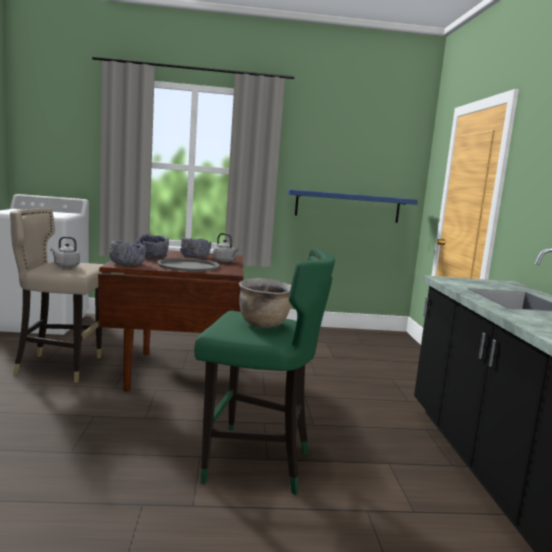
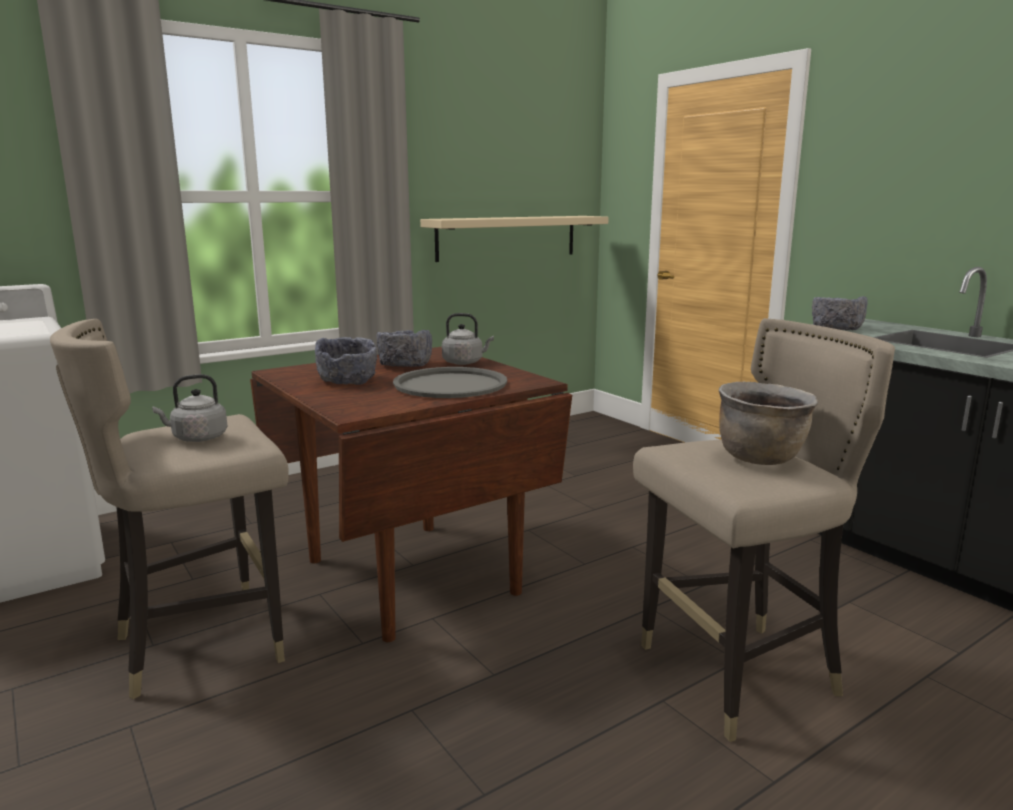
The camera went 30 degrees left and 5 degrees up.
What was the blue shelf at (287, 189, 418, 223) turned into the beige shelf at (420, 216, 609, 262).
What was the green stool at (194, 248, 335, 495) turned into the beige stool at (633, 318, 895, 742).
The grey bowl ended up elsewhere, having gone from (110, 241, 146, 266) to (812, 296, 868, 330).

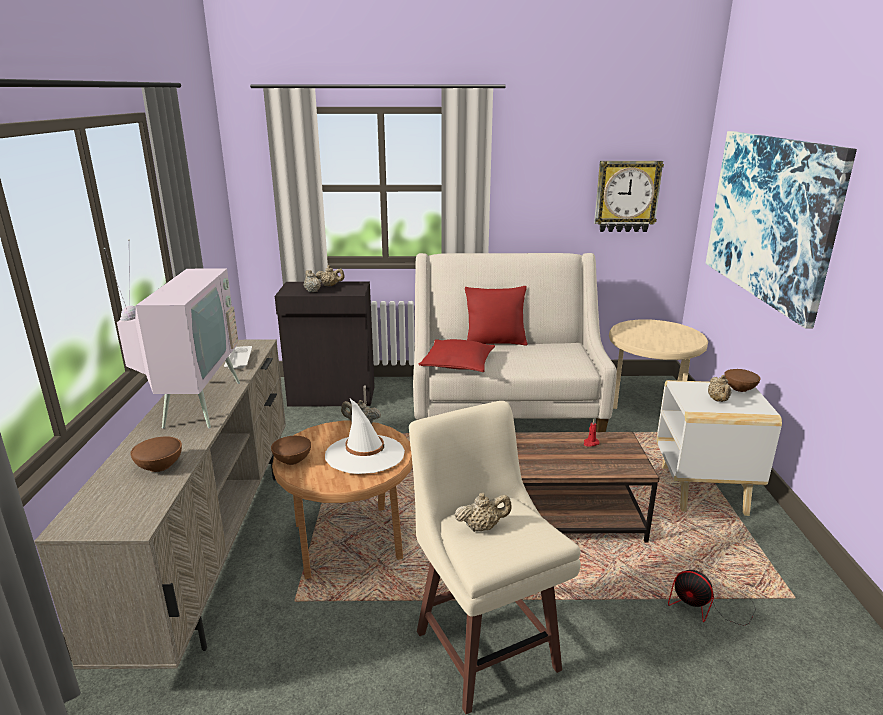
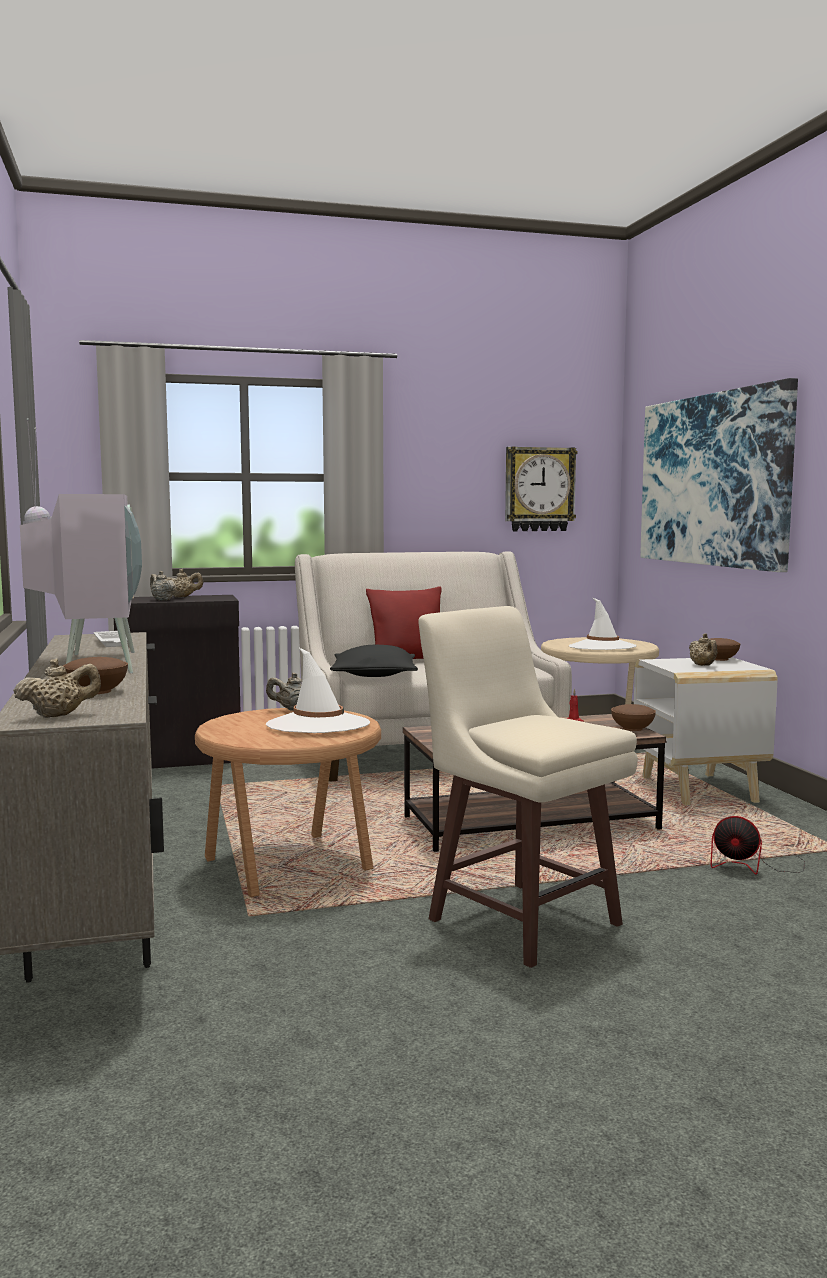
The camera went 15 degrees left and 15 degrees down.
The beige teapot ended up elsewhere, having gone from (455, 492, 511, 532) to (13, 658, 101, 718).
What was the red pillow at (419, 339, 495, 372) turned into the black pillow at (330, 645, 418, 677).
The second view gained the white hat at (569, 598, 637, 650).
The brown bowl ended up elsewhere, having gone from (271, 436, 311, 465) to (611, 704, 656, 731).

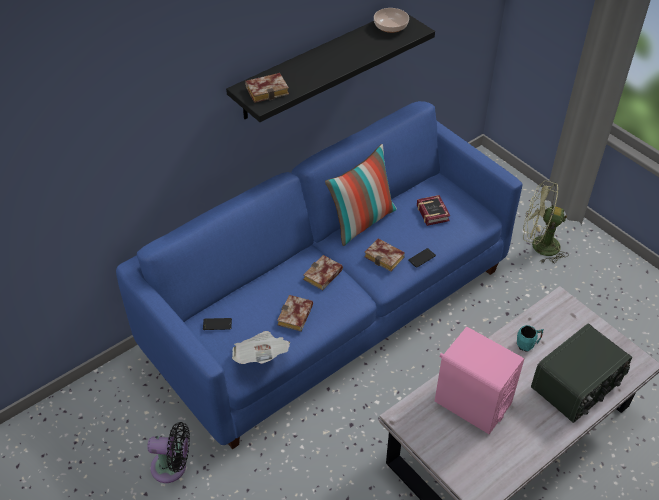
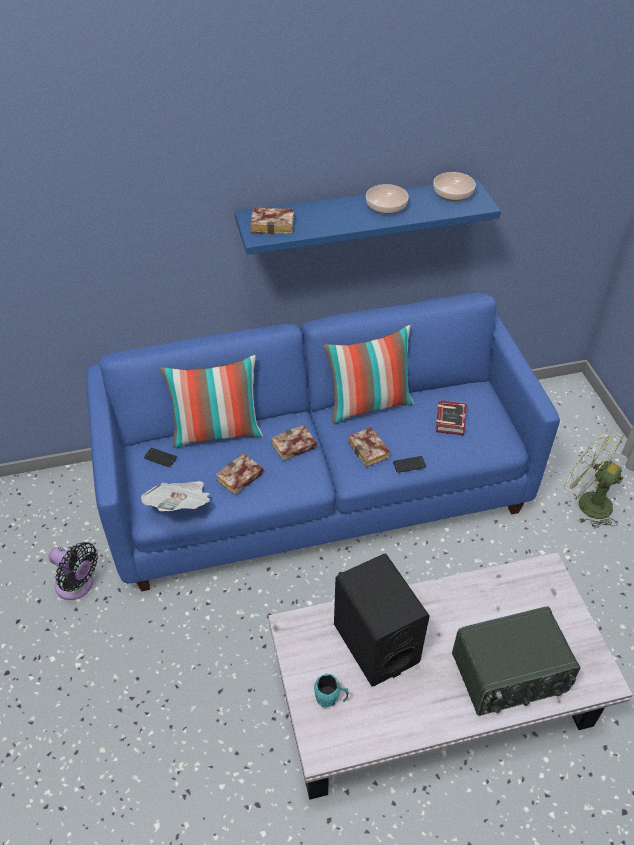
The camera went 25 degrees right and 0 degrees up.
The second view gained the pillow at (160, 355, 263, 448).
What was the black shelf at (226, 14, 435, 122) turned into the blue shelf at (235, 179, 501, 255).
The turquoise mug ended up elsewhere, having gone from (517, 325, 544, 352) to (314, 674, 349, 708).
What was the pink speaker at (435, 327, 525, 434) turned into the black speaker at (334, 554, 430, 687).
The second view gained the bowl at (366, 184, 409, 214).

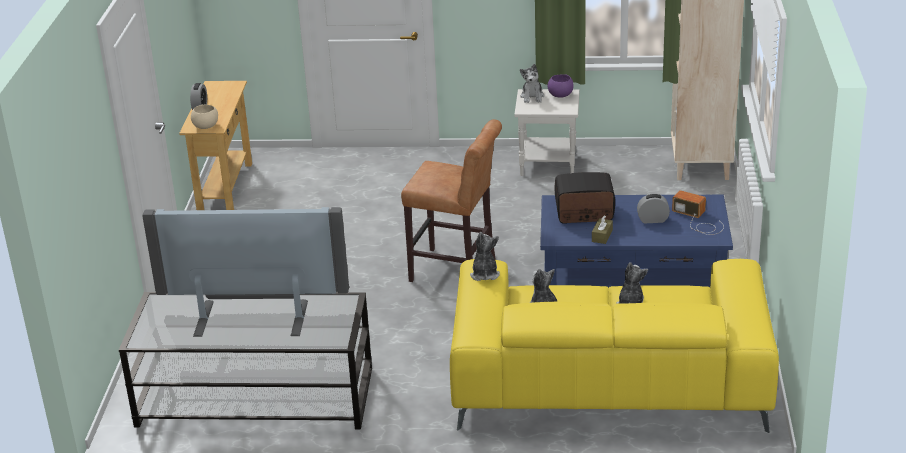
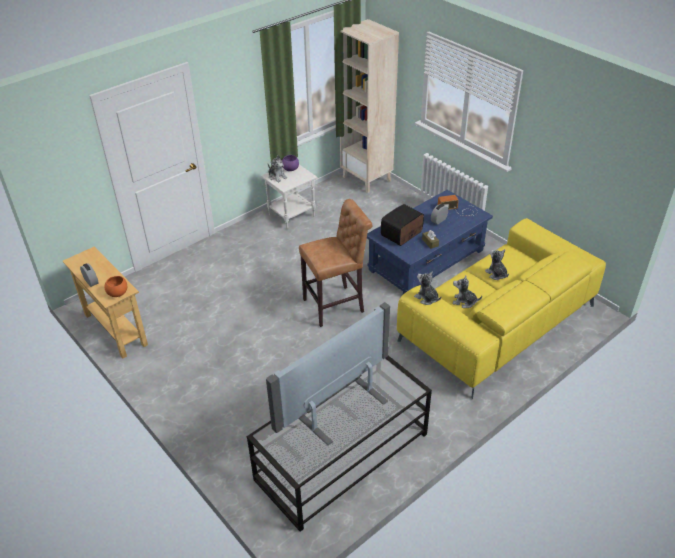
The camera went 45 degrees left and 10 degrees up.
What was the beige bowl at (191, 104, 218, 129) turned into the orange bowl at (105, 276, 127, 297).

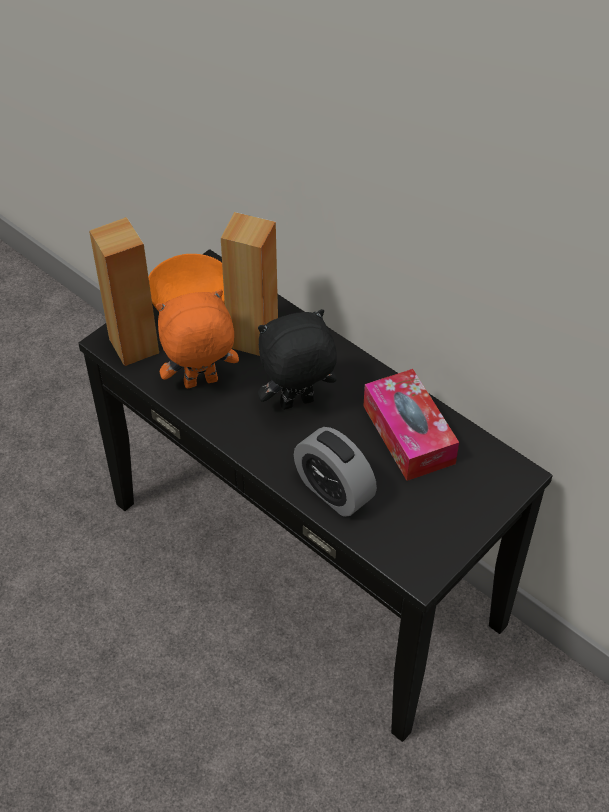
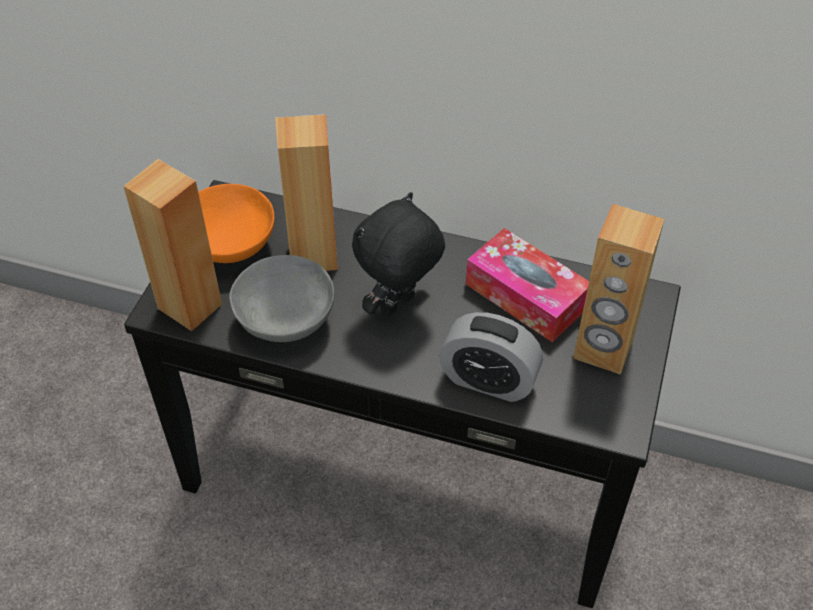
The camera went 25 degrees left and 0 degrees up.
Where the orange plush toy stood at (156, 290, 239, 388), the grey bowl came to stand at (229, 255, 334, 342).
The second view gained the brown speaker at (573, 204, 664, 375).

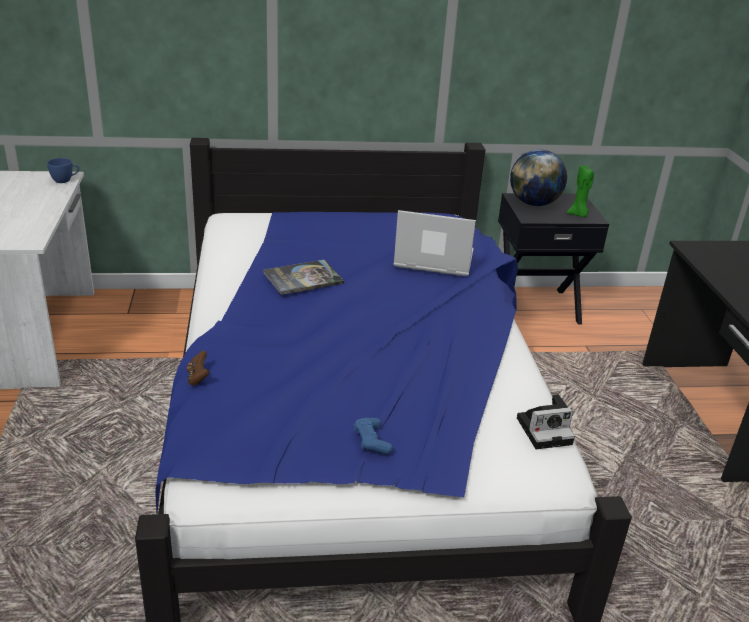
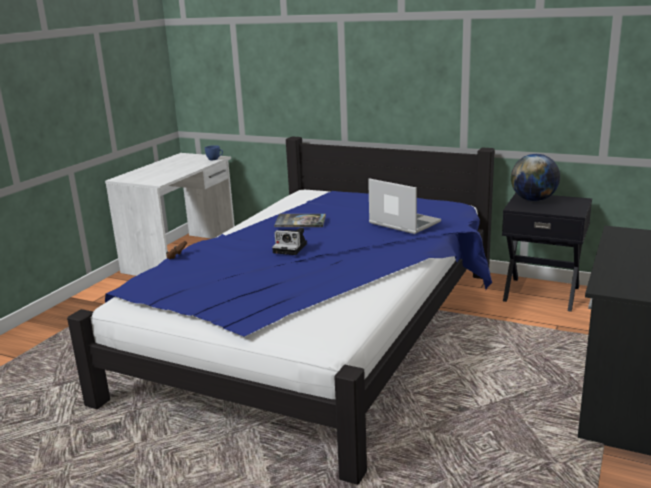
The camera went 35 degrees right and 10 degrees down.
The photo camera ended up elsewhere, having gone from (517, 394, 575, 449) to (272, 228, 307, 255).
The second view lost the blue game controller at (354, 418, 393, 454).
The second view lost the green candle at (567, 166, 594, 217).

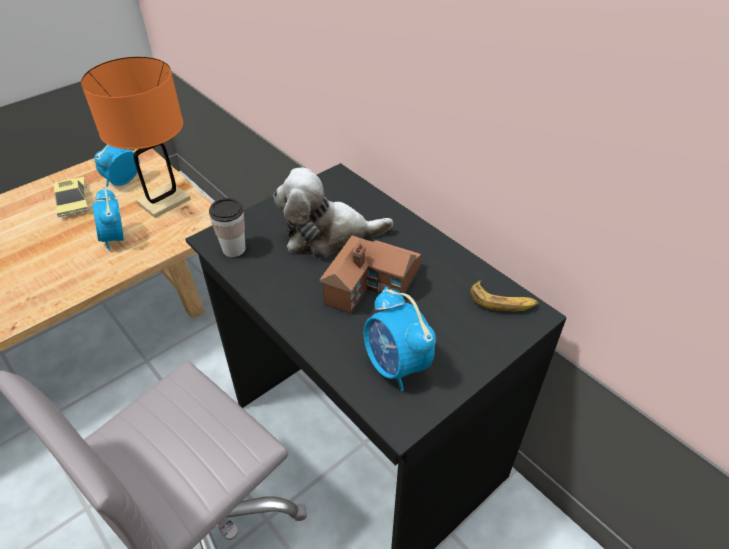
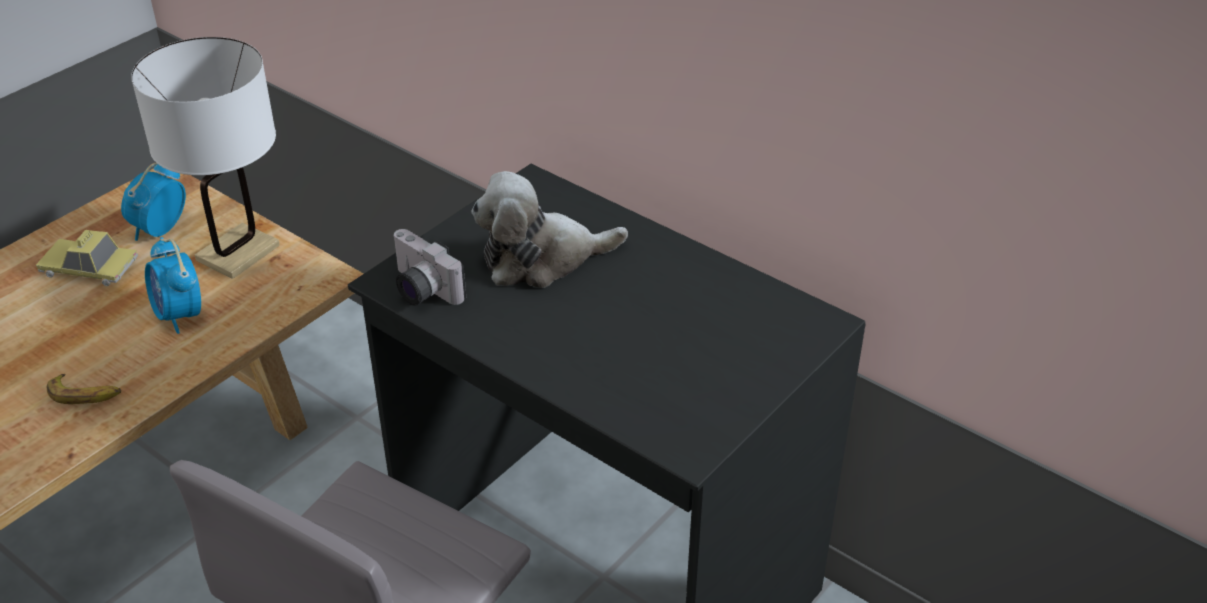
The camera went 10 degrees left and 5 degrees down.
The toy car at (54, 177, 90, 217) ended up facing another way, 45 degrees counterclockwise from before.
The banana ended up elsewhere, having gone from (470, 280, 538, 312) to (47, 374, 121, 404).
What was the orange table lamp at (81, 57, 191, 218) turned into the white table lamp at (131, 37, 280, 279).
Where the cup stood at (209, 198, 246, 257), the photo camera came to stand at (393, 229, 466, 306).
The second view lost the toy house at (319, 235, 421, 314).
The second view lost the alarm clock at (364, 287, 436, 391).

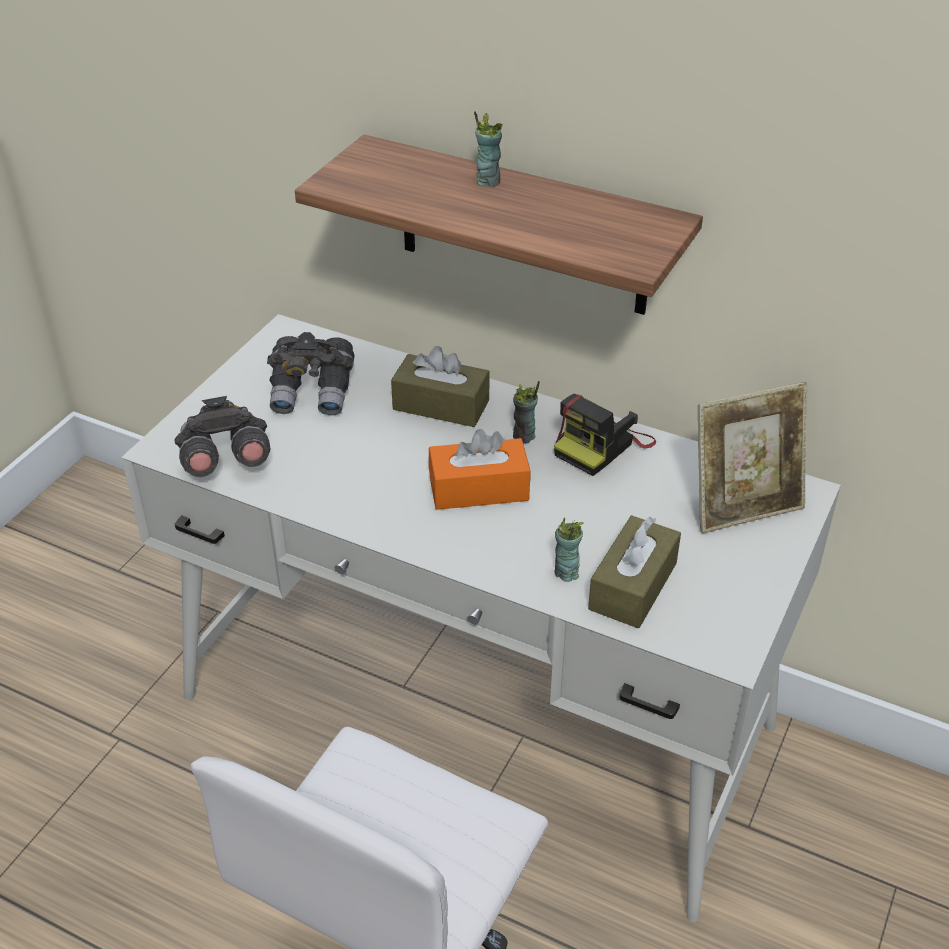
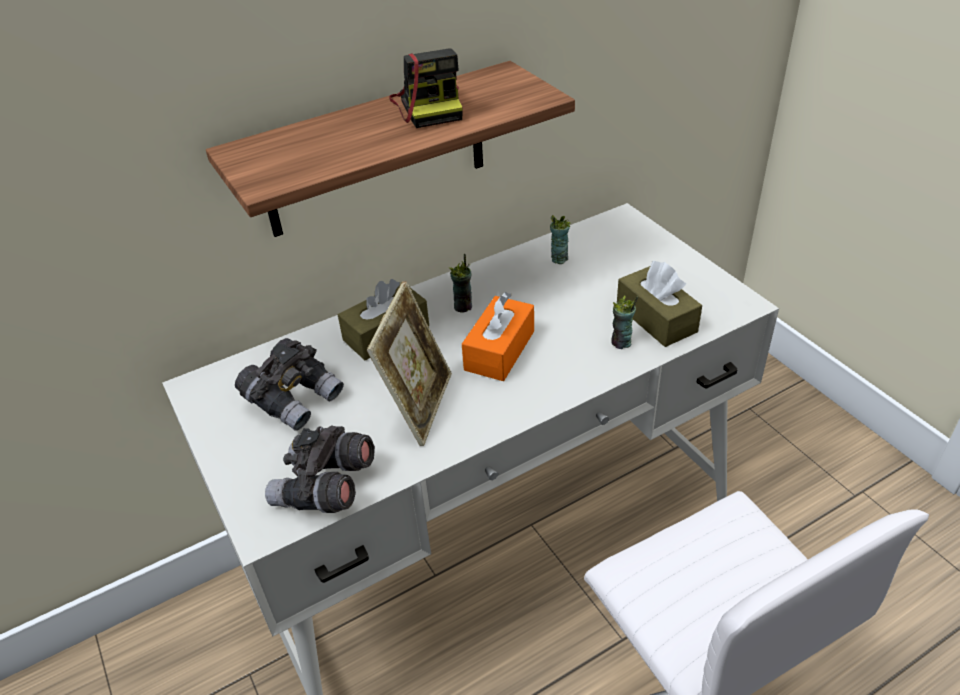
The camera went 55 degrees left and 0 degrees up.
The picture frame ended up elsewhere, having gone from (698, 382, 808, 534) to (366, 281, 452, 446).
The photo camera ended up elsewhere, having gone from (554, 394, 656, 476) to (389, 48, 462, 128).
The cup ended up elsewhere, having gone from (474, 111, 503, 187) to (550, 215, 571, 264).

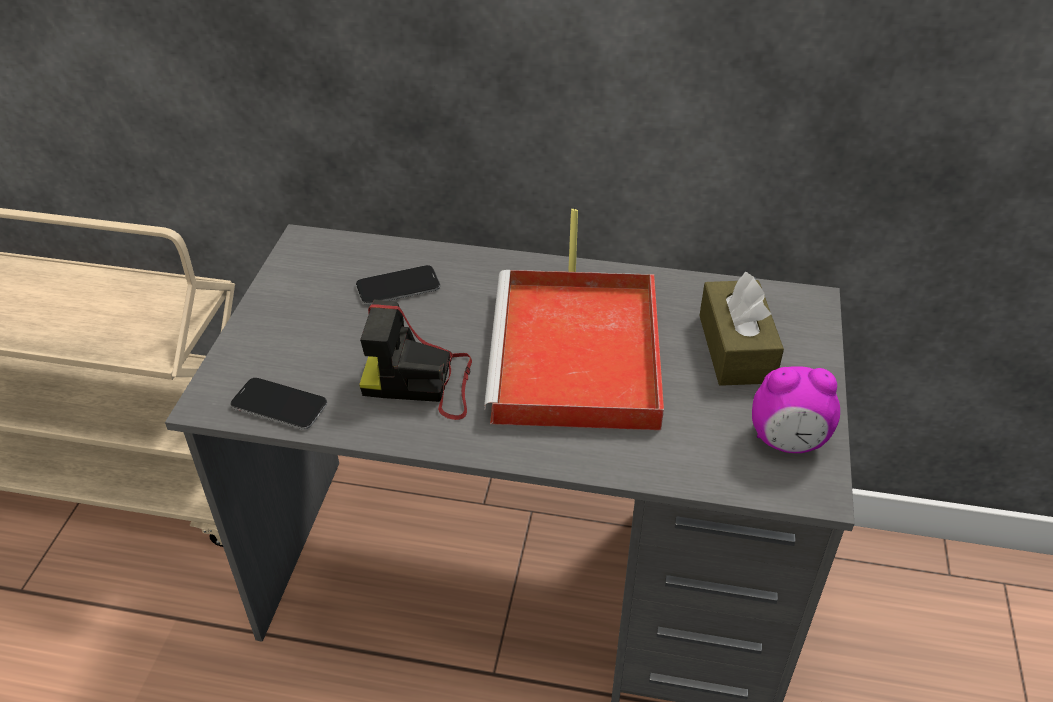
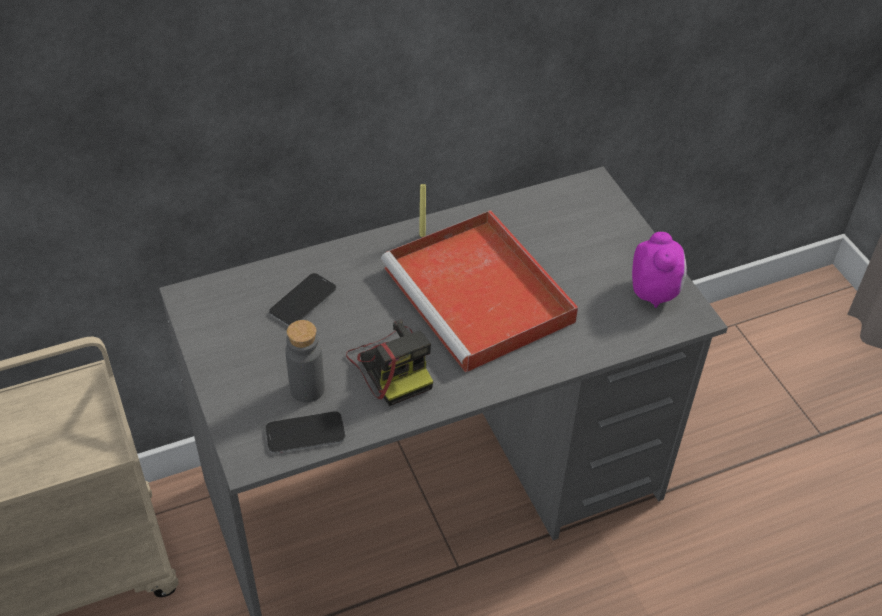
The camera went 35 degrees left and 5 degrees up.
The second view gained the grey bottle at (285, 320, 325, 403).
The photo camera at (359, 300, 472, 420) ended up facing another way, 90 degrees counterclockwise from before.
The alarm clock at (752, 366, 840, 453) ended up facing another way, 60 degrees counterclockwise from before.
The second view lost the brown tissue box at (699, 272, 784, 386).

